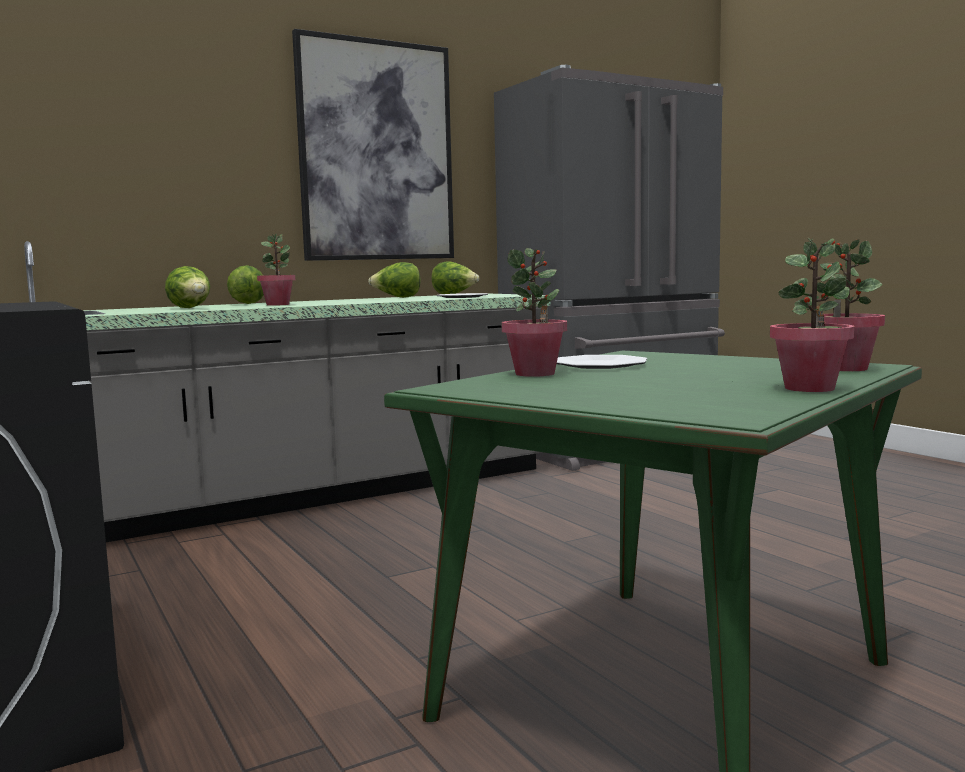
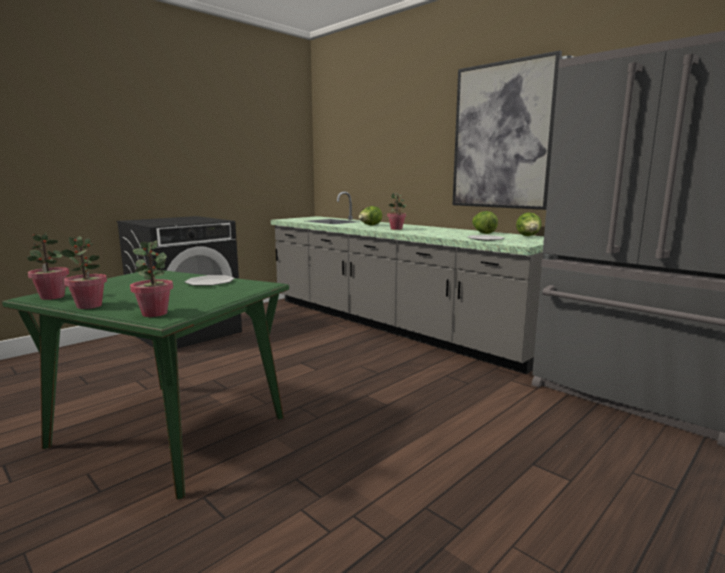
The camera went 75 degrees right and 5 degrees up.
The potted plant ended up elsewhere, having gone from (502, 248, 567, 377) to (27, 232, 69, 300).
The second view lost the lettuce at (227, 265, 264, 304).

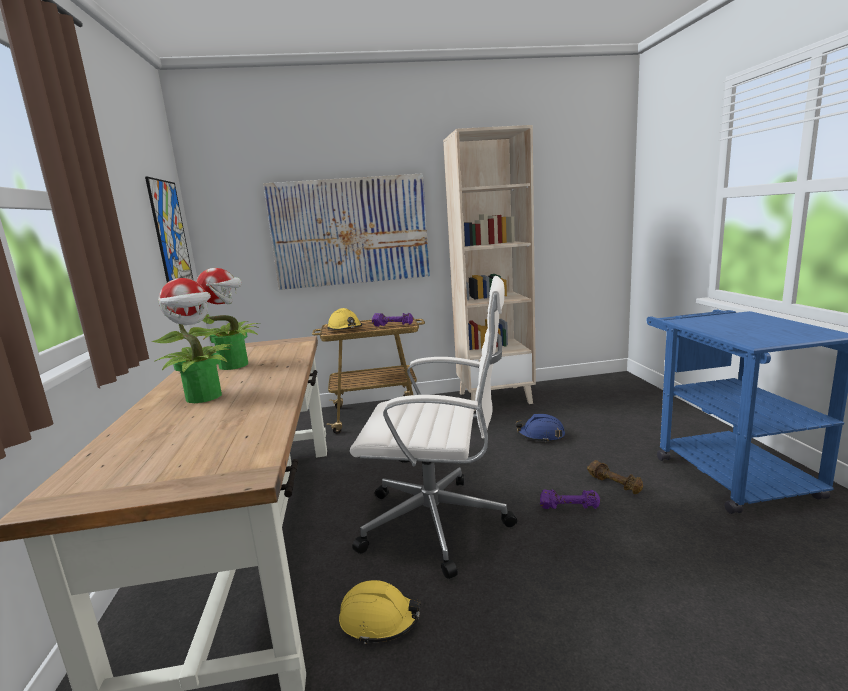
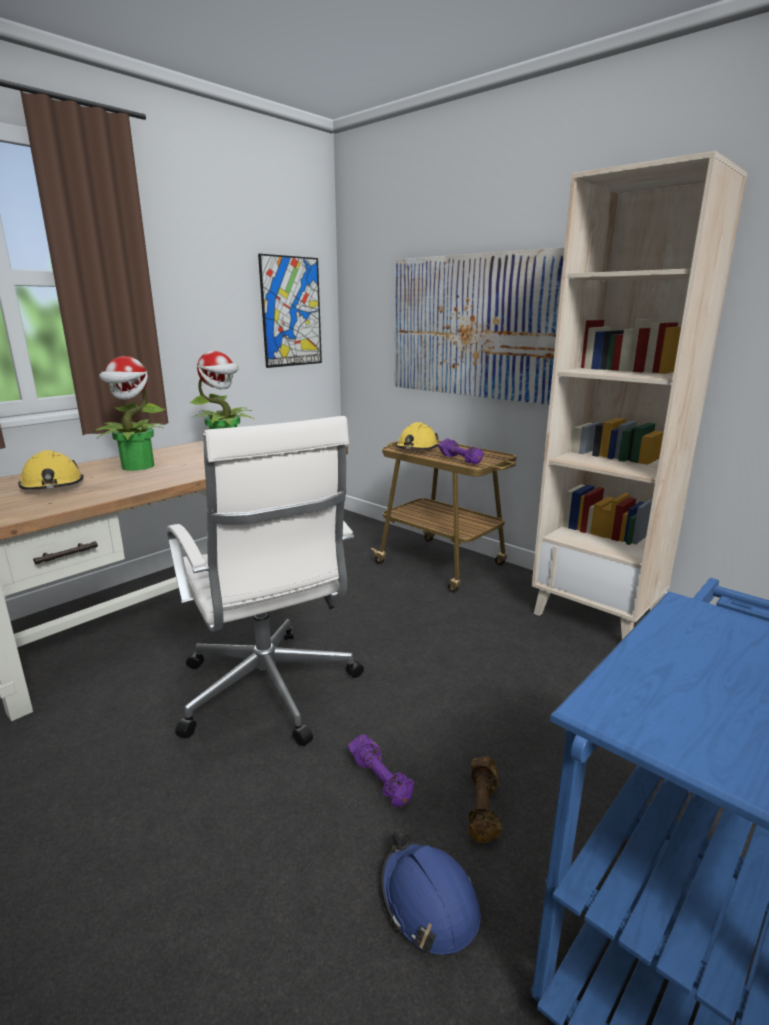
The camera went 50 degrees right and 5 degrees up.
The yellow hard hat ended up elsewhere, having gone from (339, 580, 421, 644) to (18, 450, 84, 490).
The blue hard hat ended up elsewhere, having gone from (516, 414, 565, 443) to (381, 829, 481, 956).

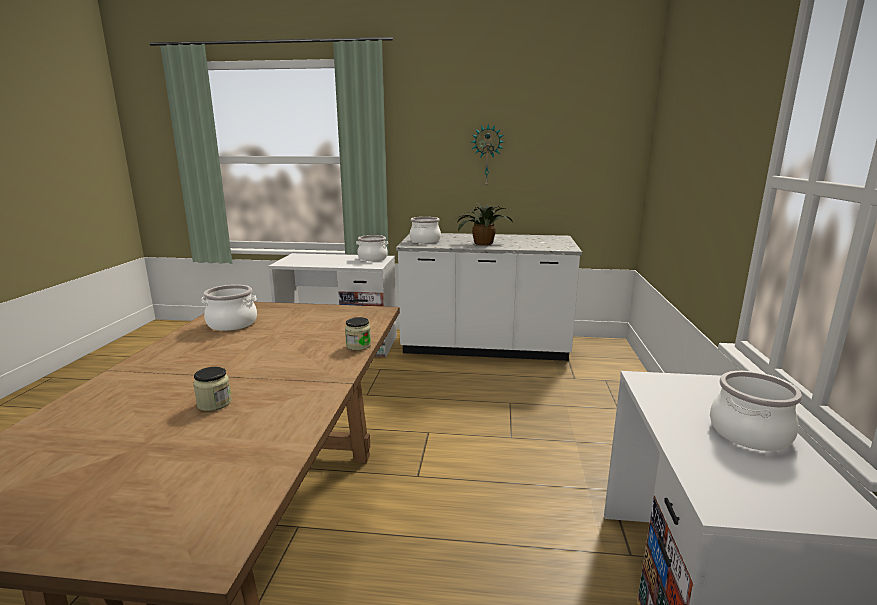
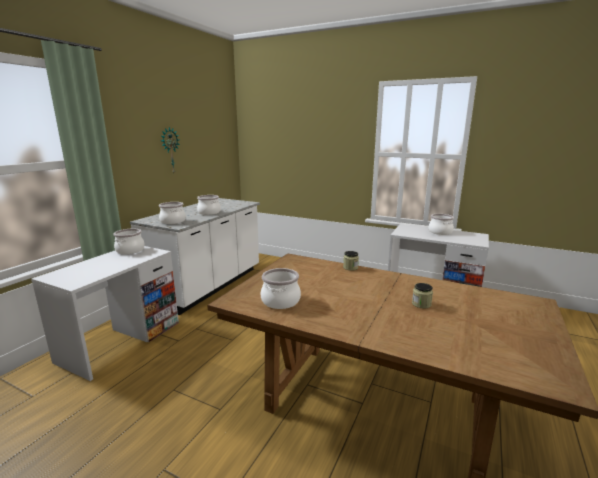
The camera went 70 degrees left and 0 degrees up.
Where the potted plant stood at (455, 203, 513, 245), the cooking pot came to stand at (197, 195, 221, 215).

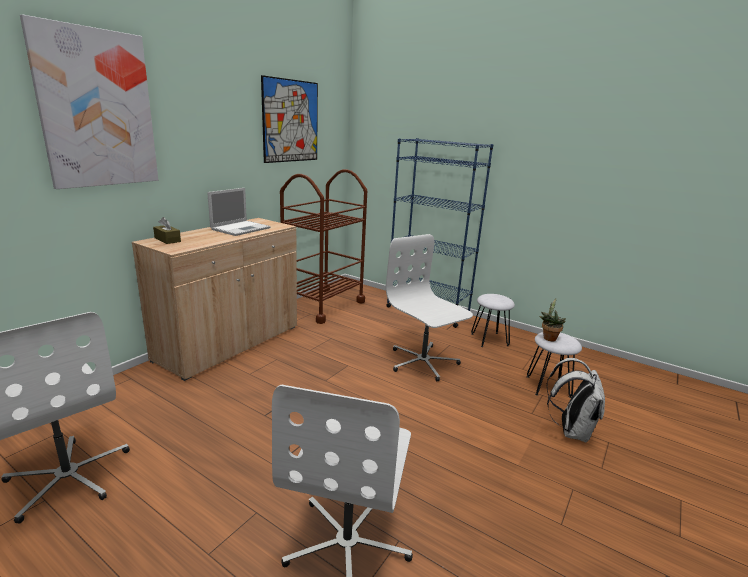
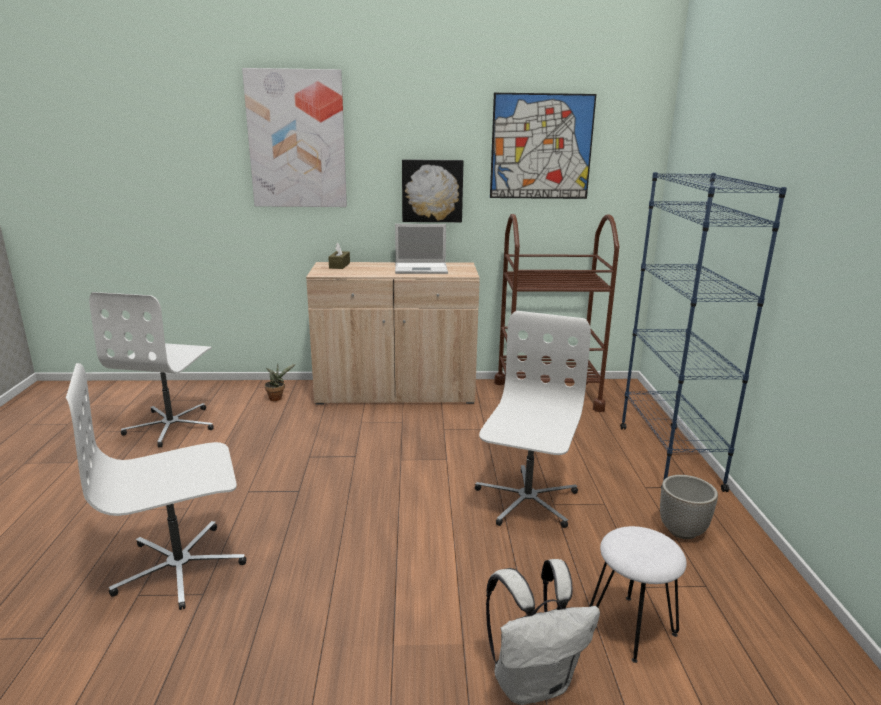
The camera went 55 degrees right and 0 degrees up.
The potted plant ended up elsewhere, having gone from (539, 298, 566, 341) to (265, 364, 296, 401).
The second view gained the picture at (402, 159, 464, 222).
Where the white stool stood at (471, 294, 515, 347), the planter came to stand at (660, 475, 718, 539).

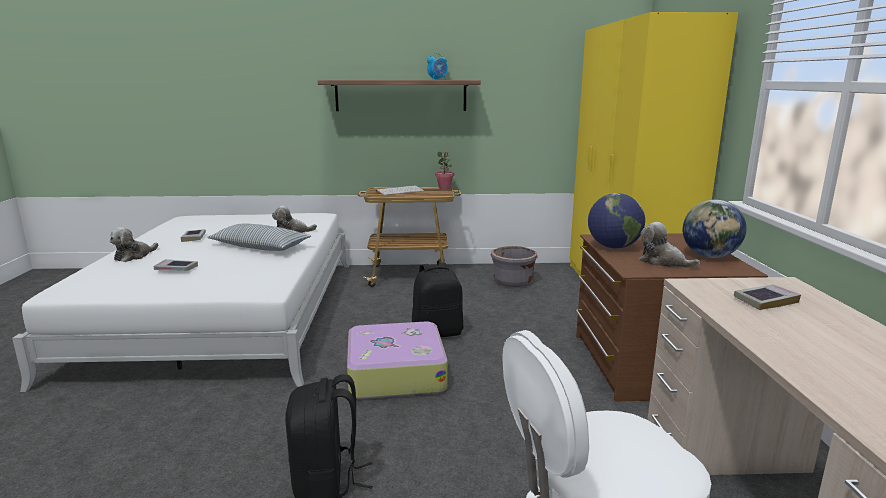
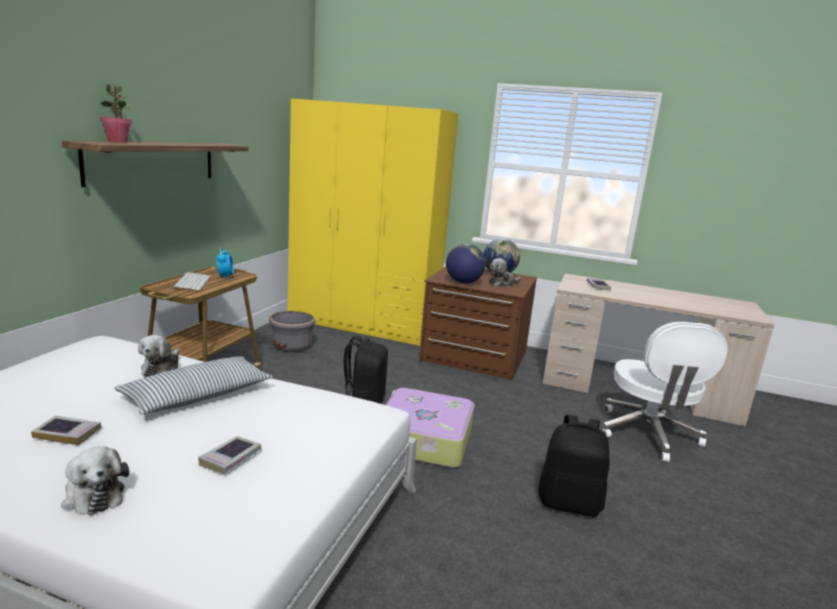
The camera went 70 degrees left and 0 degrees up.
The potted plant ended up elsewhere, having gone from (435, 151, 454, 189) to (100, 84, 133, 143).
The alarm clock ended up elsewhere, having gone from (427, 53, 448, 80) to (216, 248, 234, 279).

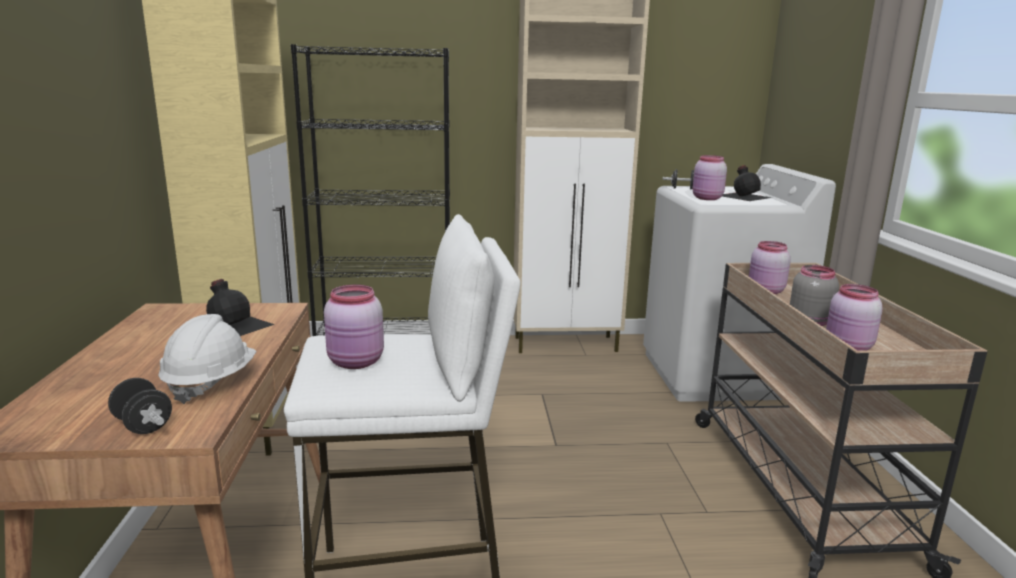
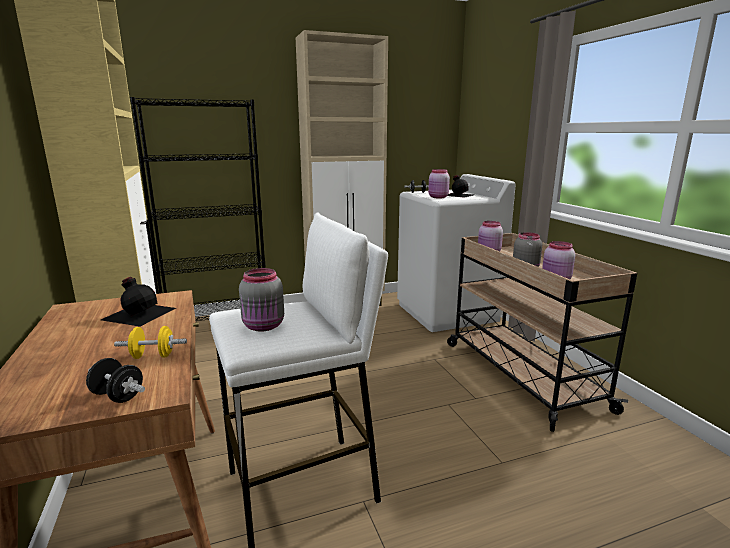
The camera went 15 degrees left and 0 degrees up.
Where the white hard hat stood at (158, 314, 257, 404), the yellow dumbbell came to stand at (114, 326, 187, 359).
What was the pink jar at (324, 284, 384, 369) turned into the grey jar at (239, 268, 284, 332).

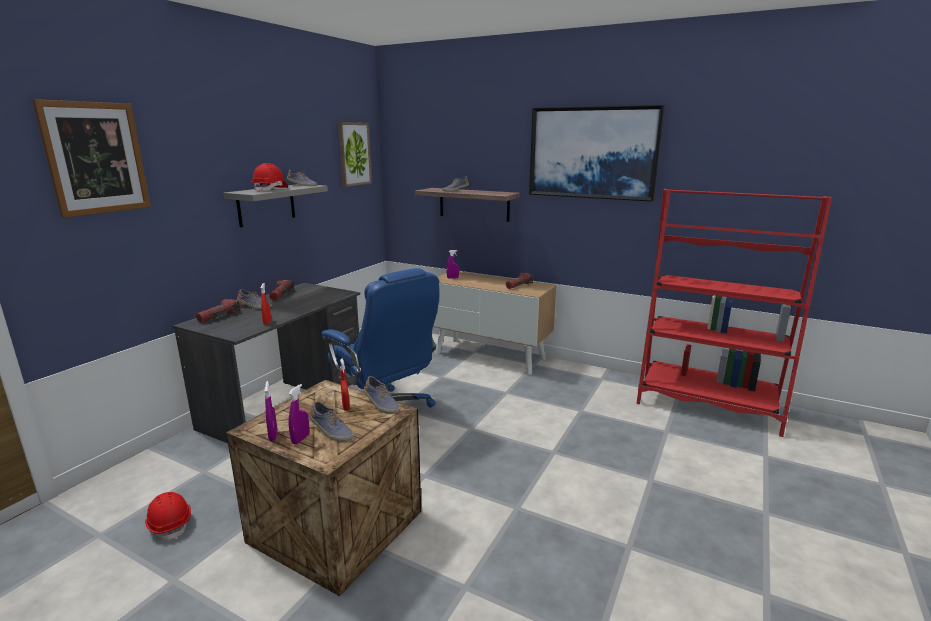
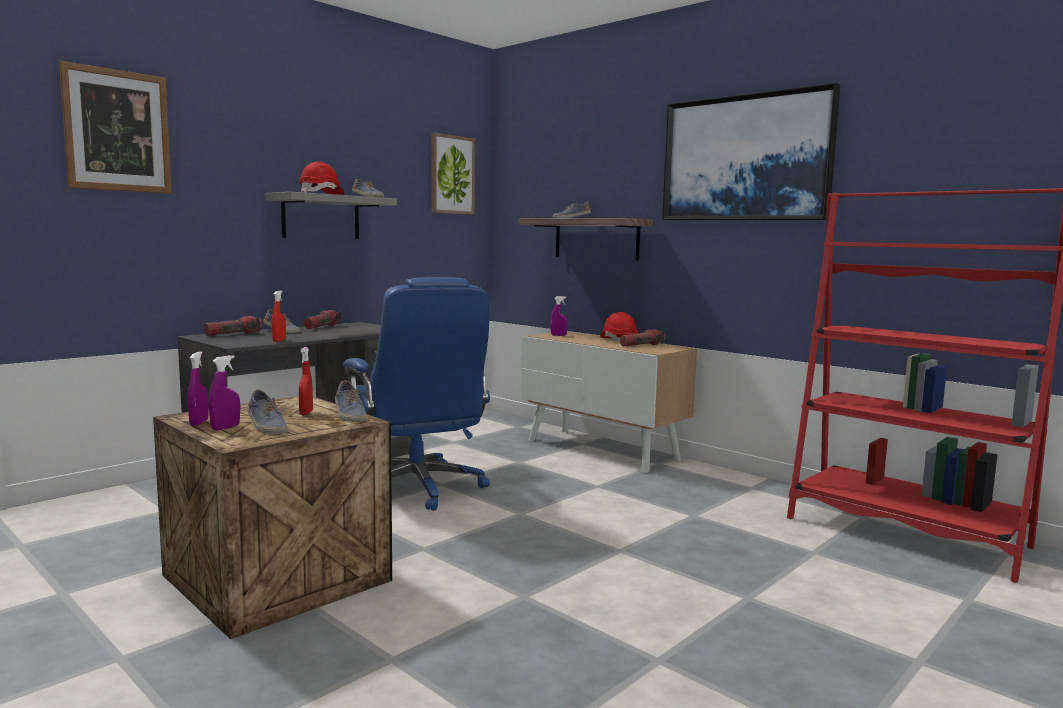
The camera went 15 degrees right and 10 degrees down.
The red hard hat ended up elsewhere, having gone from (145, 492, 191, 540) to (600, 312, 638, 342).

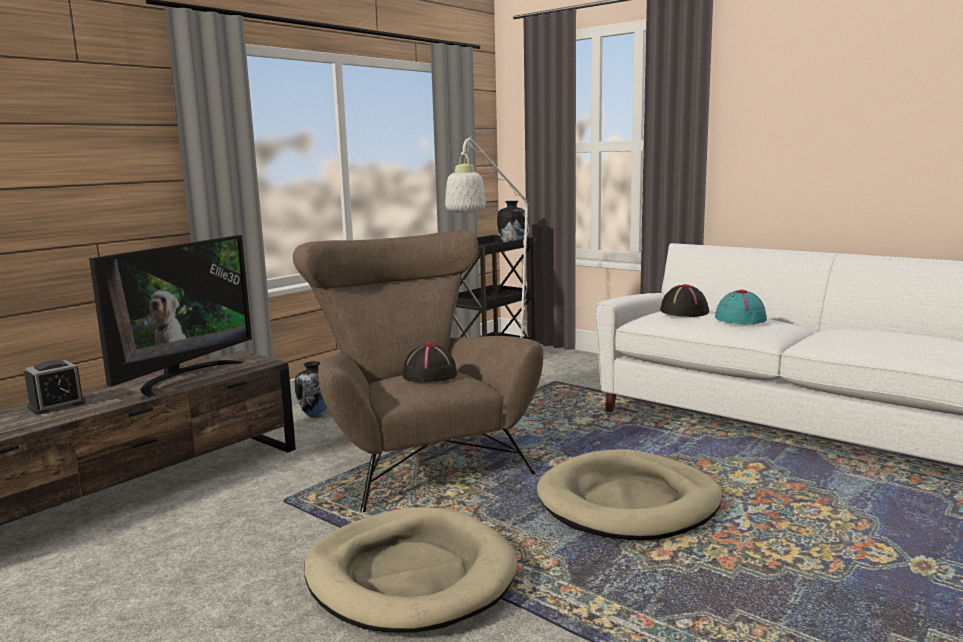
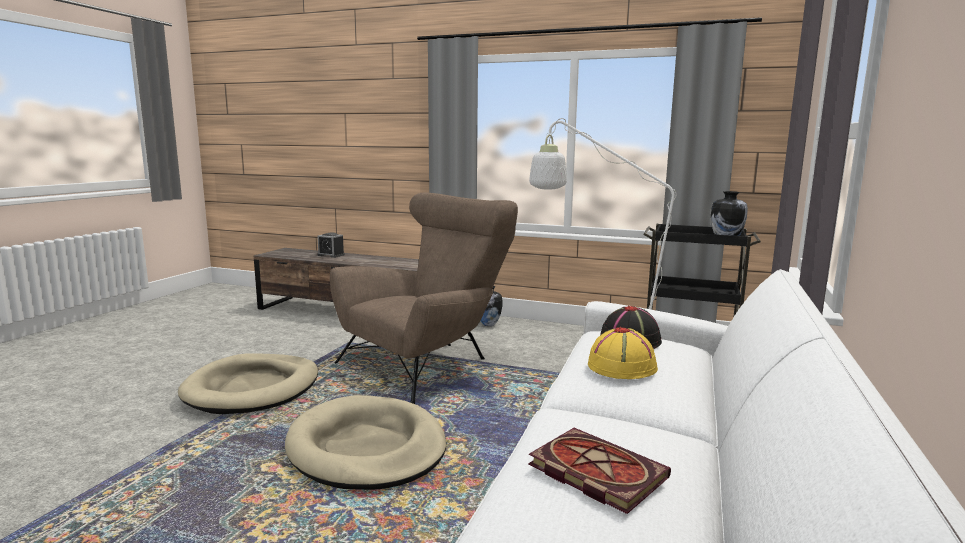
The camera went 70 degrees right and 0 degrees up.
The second view gained the book at (528, 428, 671, 514).
What was the turquoise hat at (715, 290, 767, 324) turned into the yellow hat at (588, 327, 658, 379).
The second view lost the television at (89, 235, 252, 397).
The second view lost the black hat at (402, 343, 457, 382).

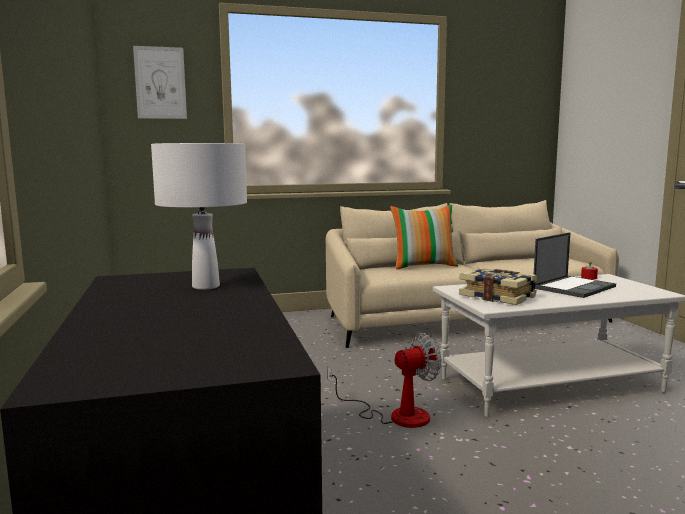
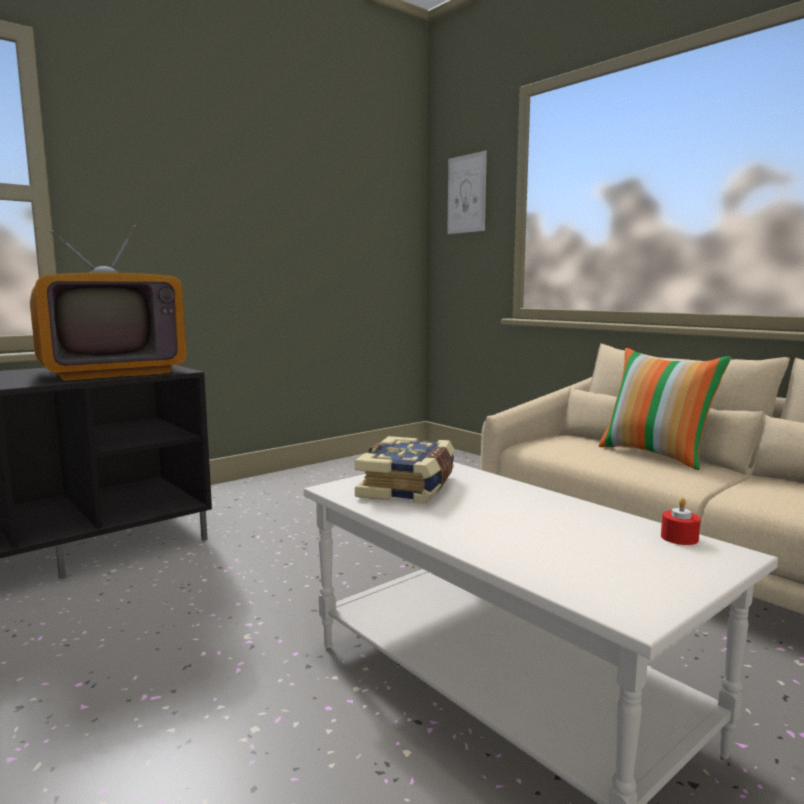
The camera went 65 degrees right and 0 degrees up.
Where the white table lamp stood at (151, 143, 247, 290), the television came to stand at (30, 225, 187, 381).
The second view lost the fan at (327, 333, 442, 428).
The second view lost the laptop at (534, 232, 616, 298).

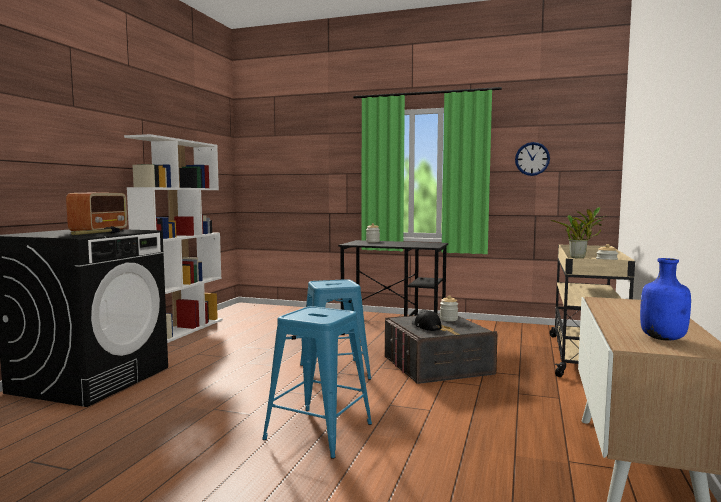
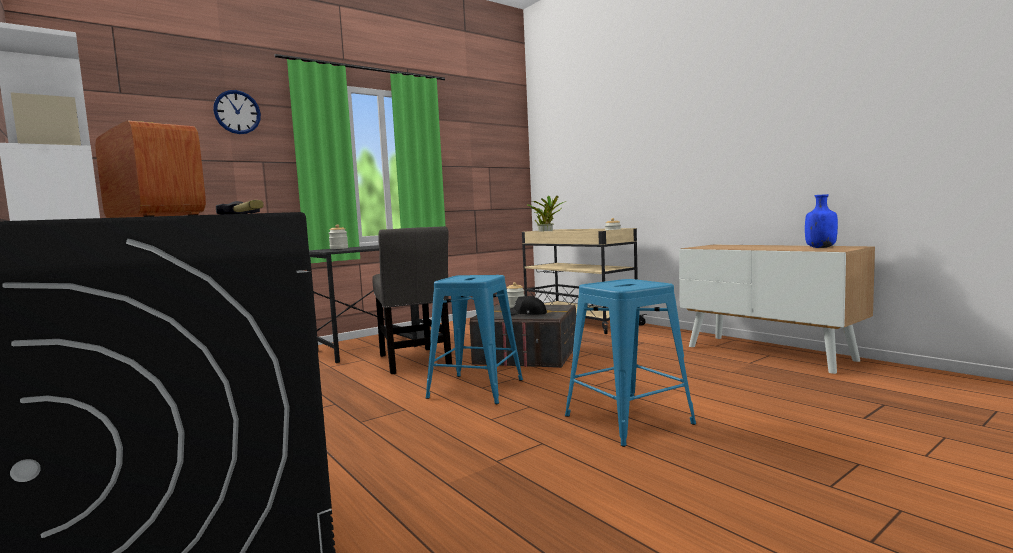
The camera went 55 degrees left and 0 degrees up.
The wall clock ended up elsewhere, having gone from (515, 142, 550, 176) to (213, 90, 261, 134).
The second view gained the grey chair at (372, 226, 452, 374).

